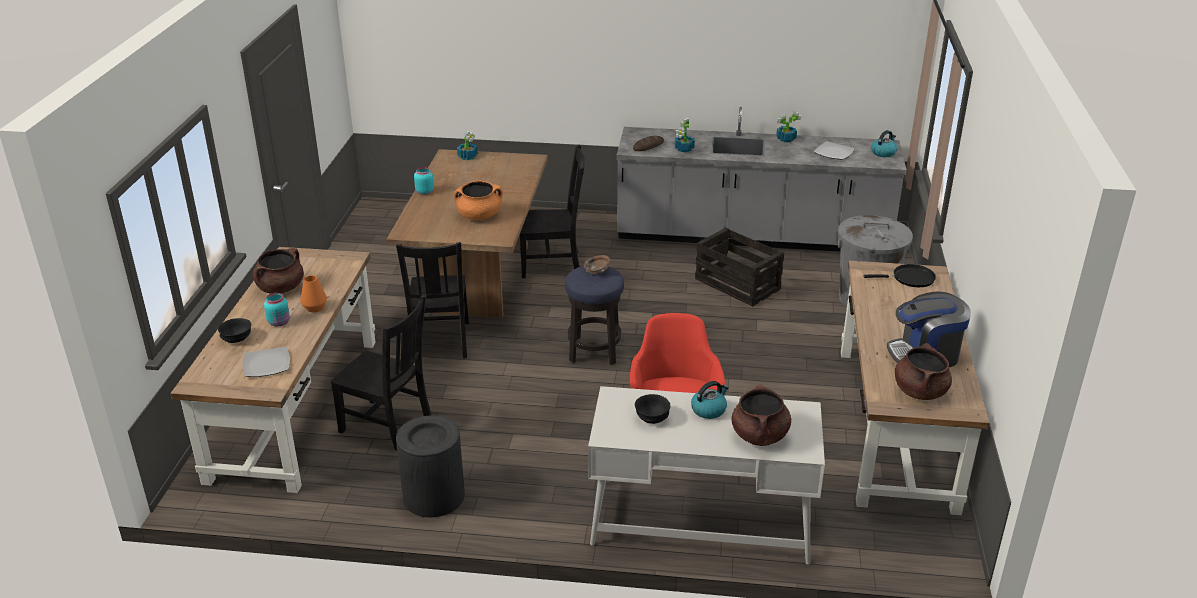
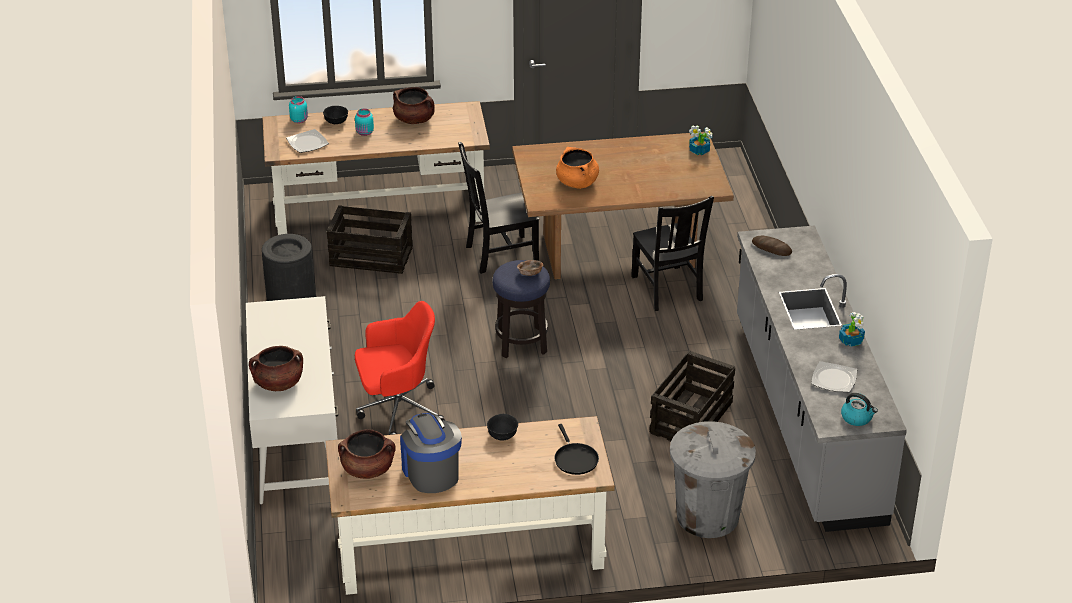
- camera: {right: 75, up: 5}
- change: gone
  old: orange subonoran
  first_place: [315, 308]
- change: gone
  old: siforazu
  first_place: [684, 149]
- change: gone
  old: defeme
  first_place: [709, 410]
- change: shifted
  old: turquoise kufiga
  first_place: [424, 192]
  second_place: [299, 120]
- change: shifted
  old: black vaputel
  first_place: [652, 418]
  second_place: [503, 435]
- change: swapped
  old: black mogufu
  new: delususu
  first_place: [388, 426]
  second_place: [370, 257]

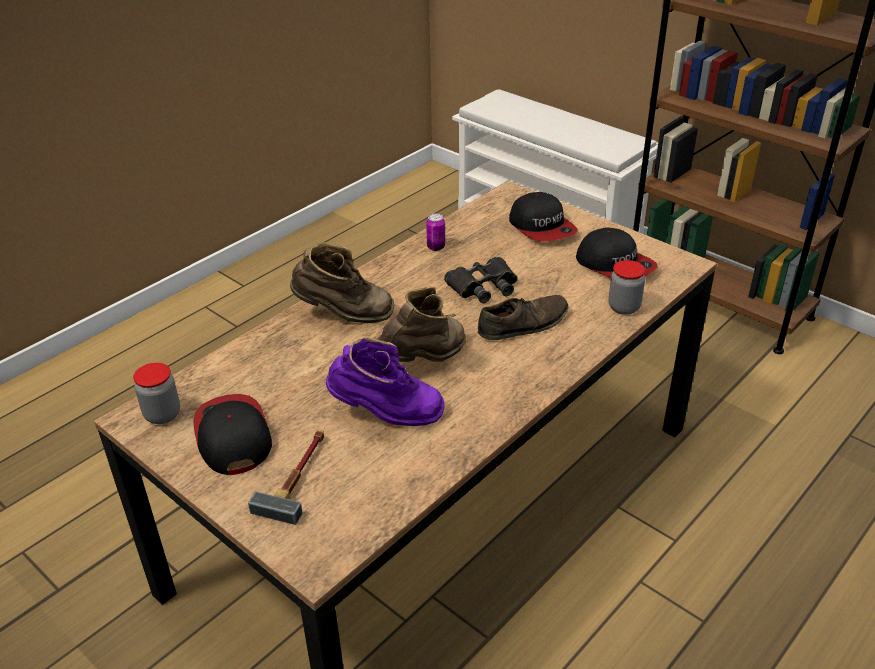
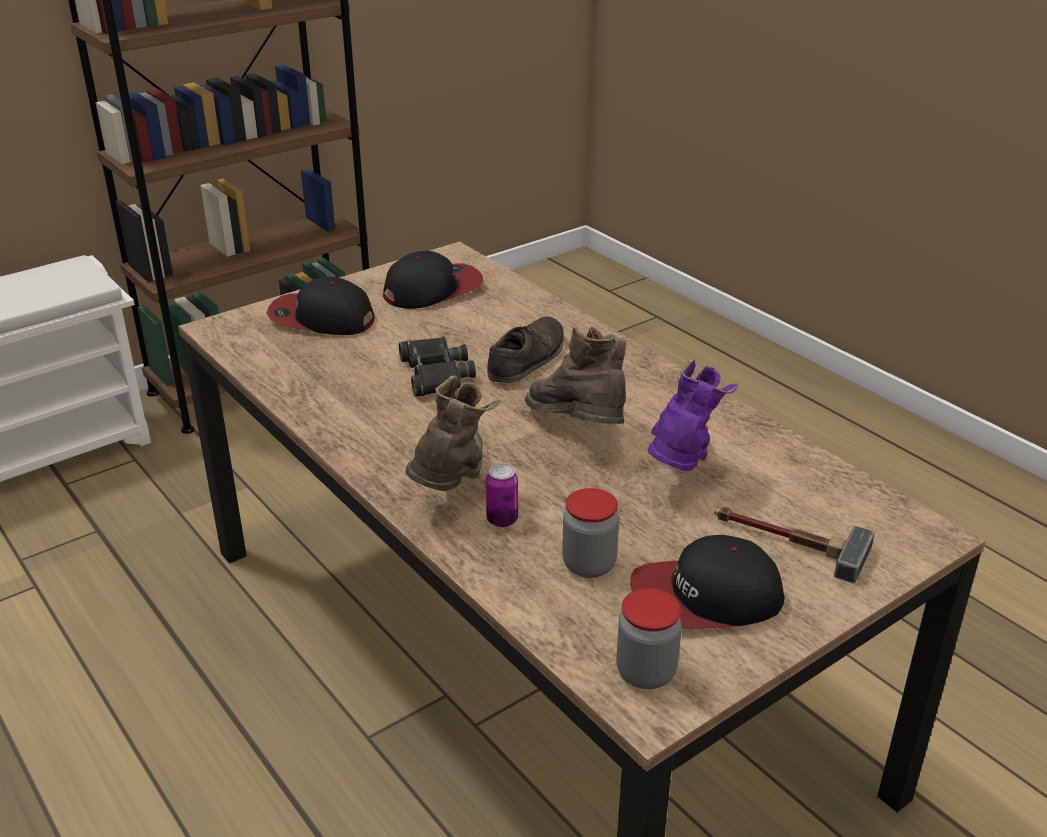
- camera: {right: -80, up: -5}
- change: shifted
  old: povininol
  first_place: [436, 247]
  second_place: [502, 520]
- change: shifted
  old: kufiga
  first_place: [624, 307]
  second_place: [589, 565]
- change: rotated
  old: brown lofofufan
  first_place: [523, 324]
  second_place: [527, 359]
  degrees: 45
- change: rotated
  old: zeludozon
  first_place: [542, 227]
  second_place: [321, 319]
  degrees: -150

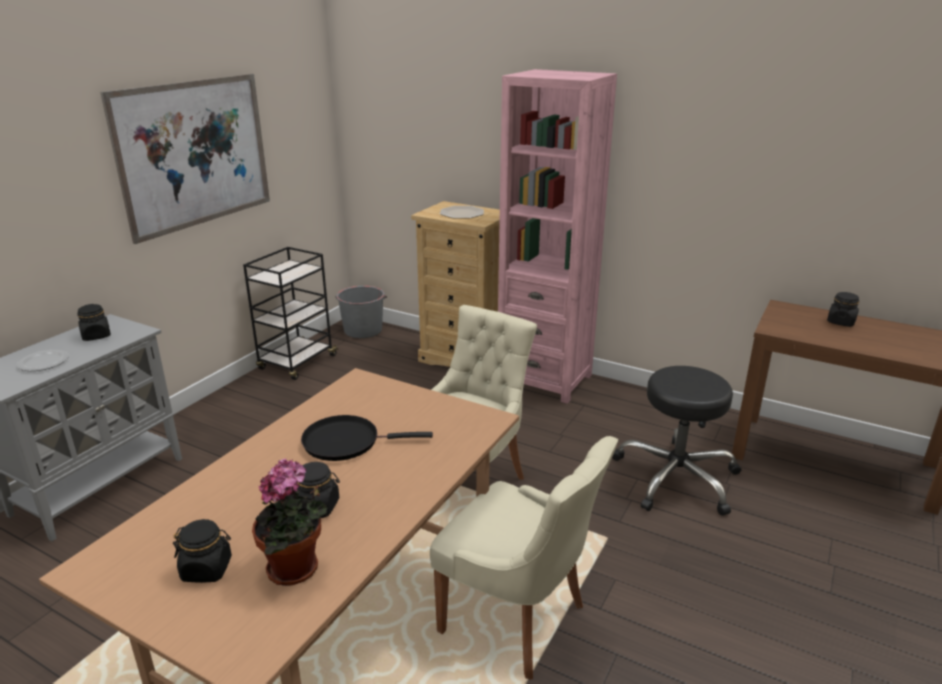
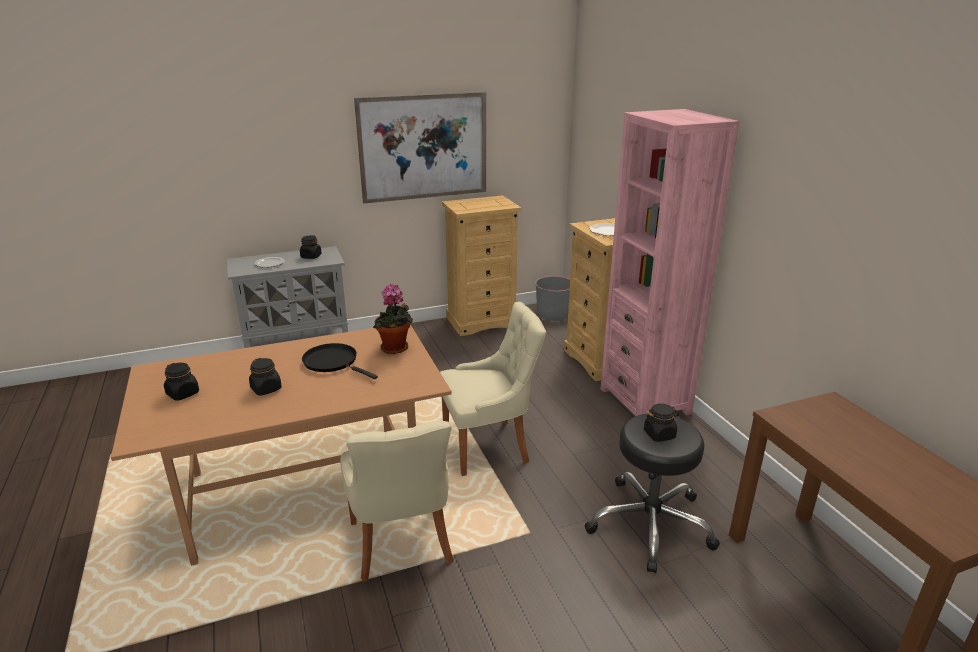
- camera: {right: 40, up: 0}
- change: shifted
  old: siforazu
  first_place: [297, 570]
  second_place: [395, 349]
- change: shifted
  old: black kufiga
  first_place: [841, 322]
  second_place: [659, 434]
- change: swapped
  old: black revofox
  new: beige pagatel
  first_place: [297, 363]
  second_place: [481, 322]

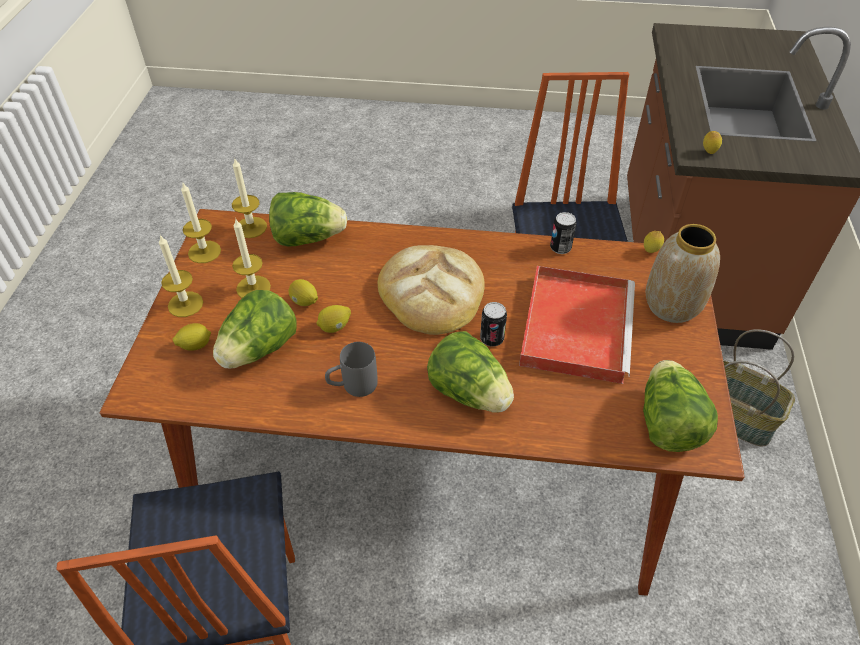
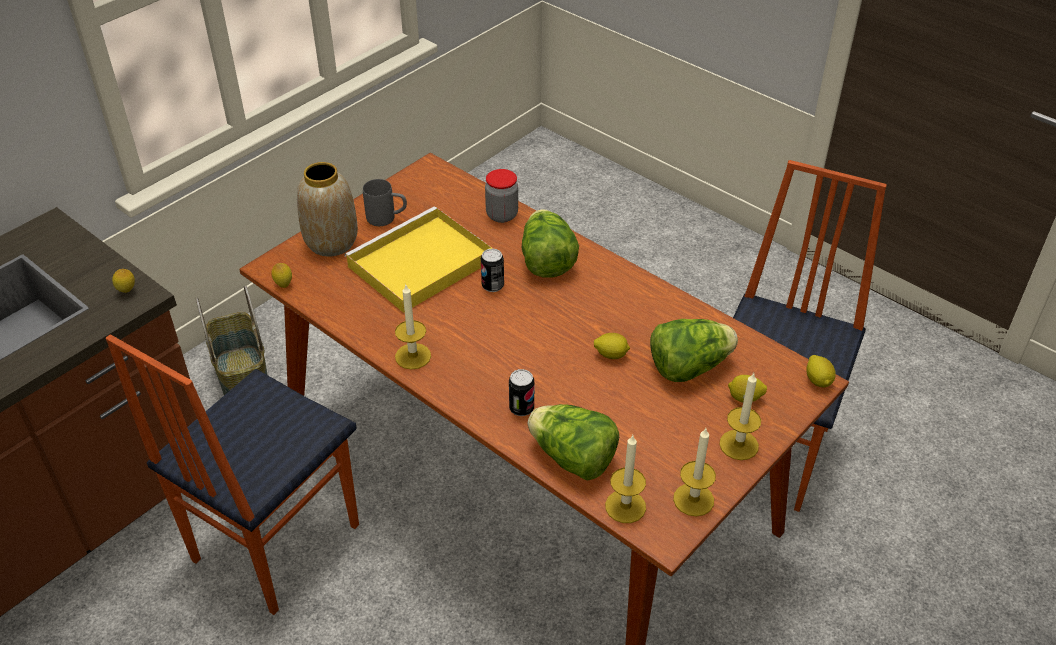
- camera: {right: -145, up: -5}
- change: gone
  old: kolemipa
  first_place: [432, 292]
- change: gone
  old: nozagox
  first_place: [667, 423]
- change: new
  new: kufiga
  second_place: [502, 215]
- change: shifted
  old: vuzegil
  first_place: [253, 288]
  second_place: [413, 356]
- change: shifted
  old: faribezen
  first_place: [304, 302]
  second_place: [818, 380]
- change: shifted
  old: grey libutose
  first_place: [352, 386]
  second_place: [387, 218]
- change: shifted
  old: povininol
  first_place: [560, 248]
  second_place: [521, 408]
- change: repainted
  old: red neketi
  new: yellow neketi
  first_place: [575, 324]
  second_place: [418, 265]

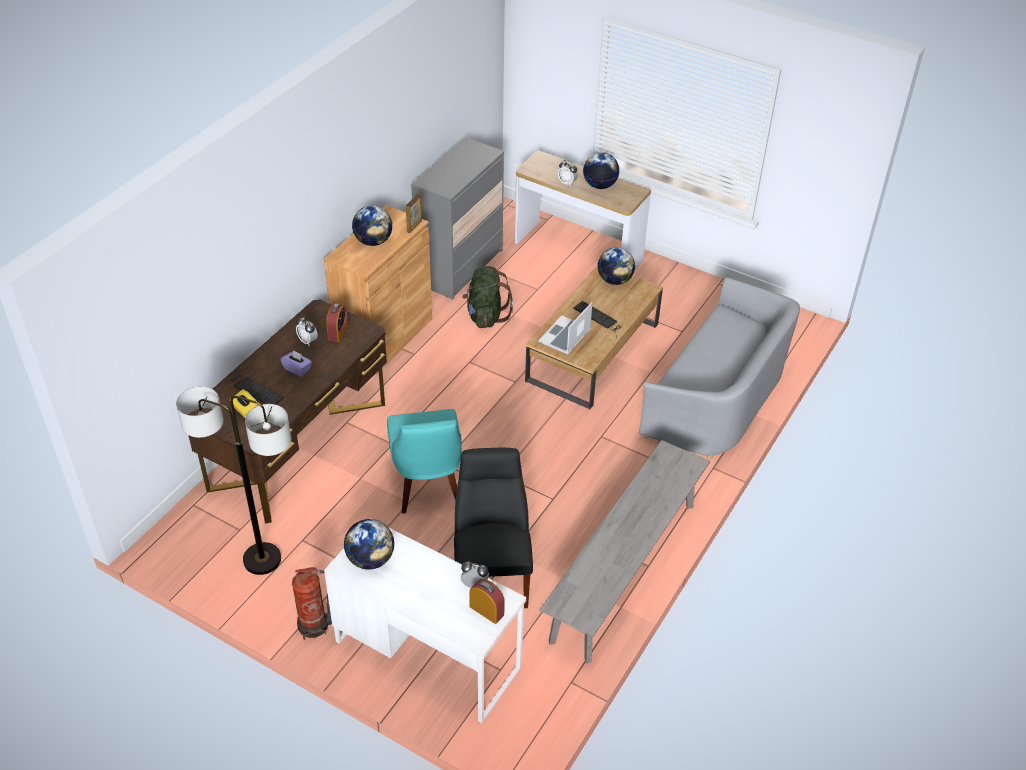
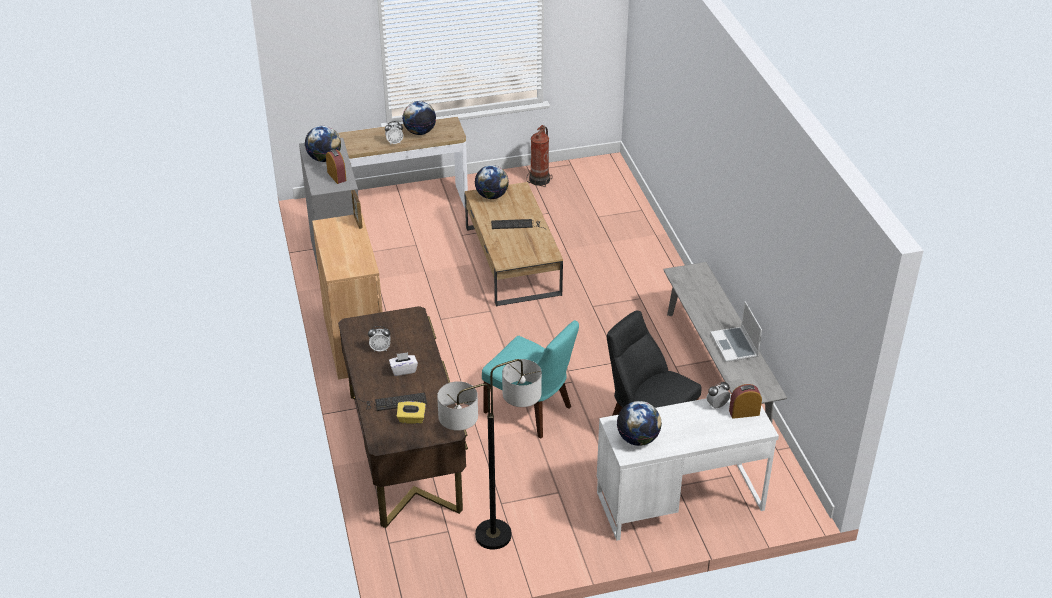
- camera: {right: -45, up: -5}
- change: gone
  old: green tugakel
  first_place: [486, 316]
- change: gone
  old: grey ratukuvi
  first_place: [717, 398]
- change: shifted
  old: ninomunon
  first_place: [315, 625]
  second_place: [540, 180]
- change: shifted
  old: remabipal
  first_place: [338, 332]
  second_place: [336, 176]
- change: shifted
  old: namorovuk
  first_place: [373, 241]
  second_place: [324, 159]
- change: shifted
  old: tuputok
  first_place: [565, 337]
  second_place: [735, 346]
- change: repainted
  old: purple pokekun
  new: white pokekun
  first_place: [297, 369]
  second_place: [403, 370]

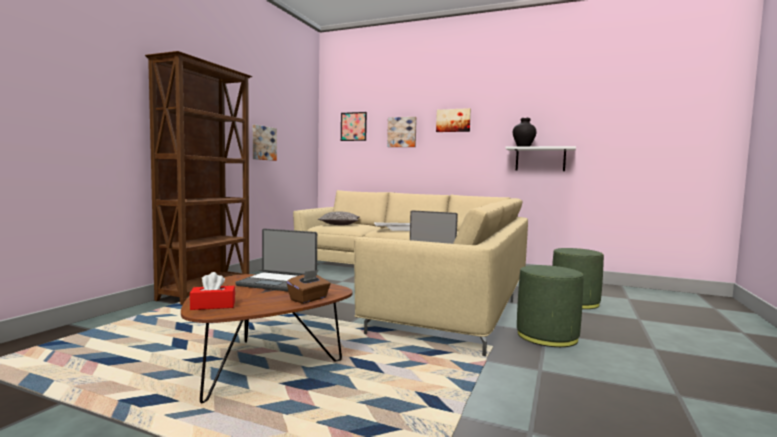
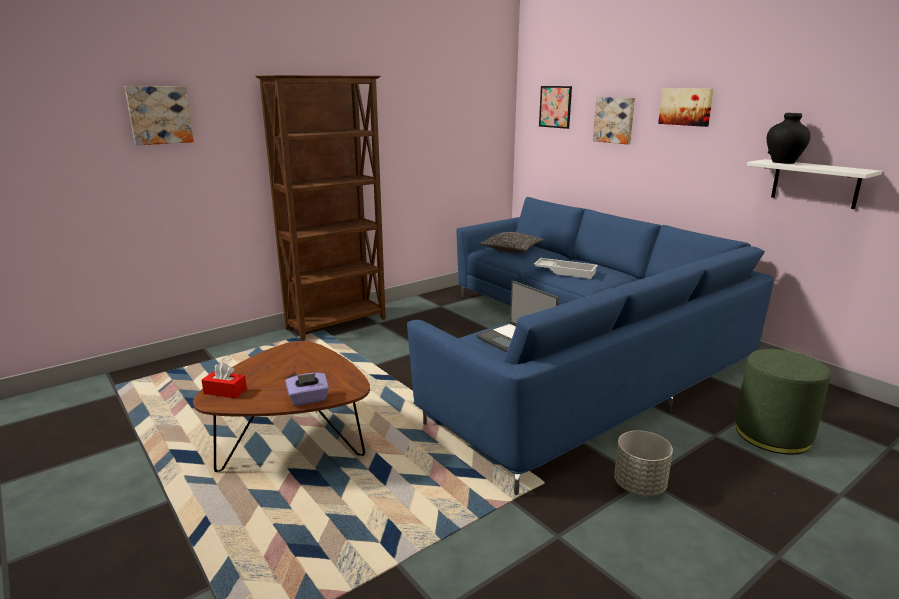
- camera: {right: 30, up: 15}
- change: gone
  old: tuputok
  first_place: [278, 283]
- change: shifted
  old: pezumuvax
  first_place: [263, 143]
  second_place: [159, 115]
- change: swapped
  old: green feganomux
  new: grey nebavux
  first_place: [547, 336]
  second_place: [640, 486]
- change: repainted
  old: brown pokekun
  new: purple pokekun
  first_place: [309, 299]
  second_place: [308, 400]
- change: repainted
  old: beige ratukuvi
  new: blue ratukuvi
  first_place: [419, 285]
  second_place: [576, 353]

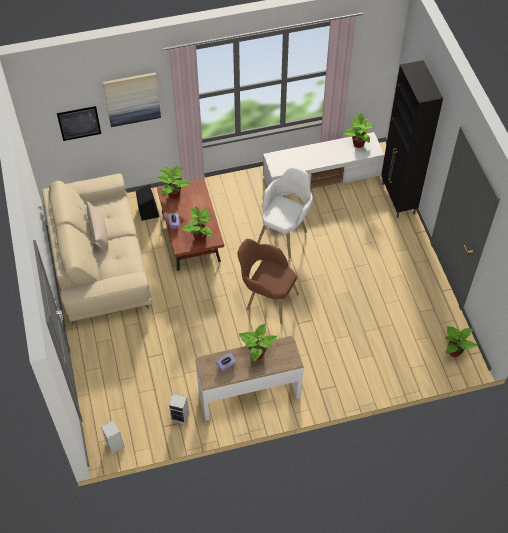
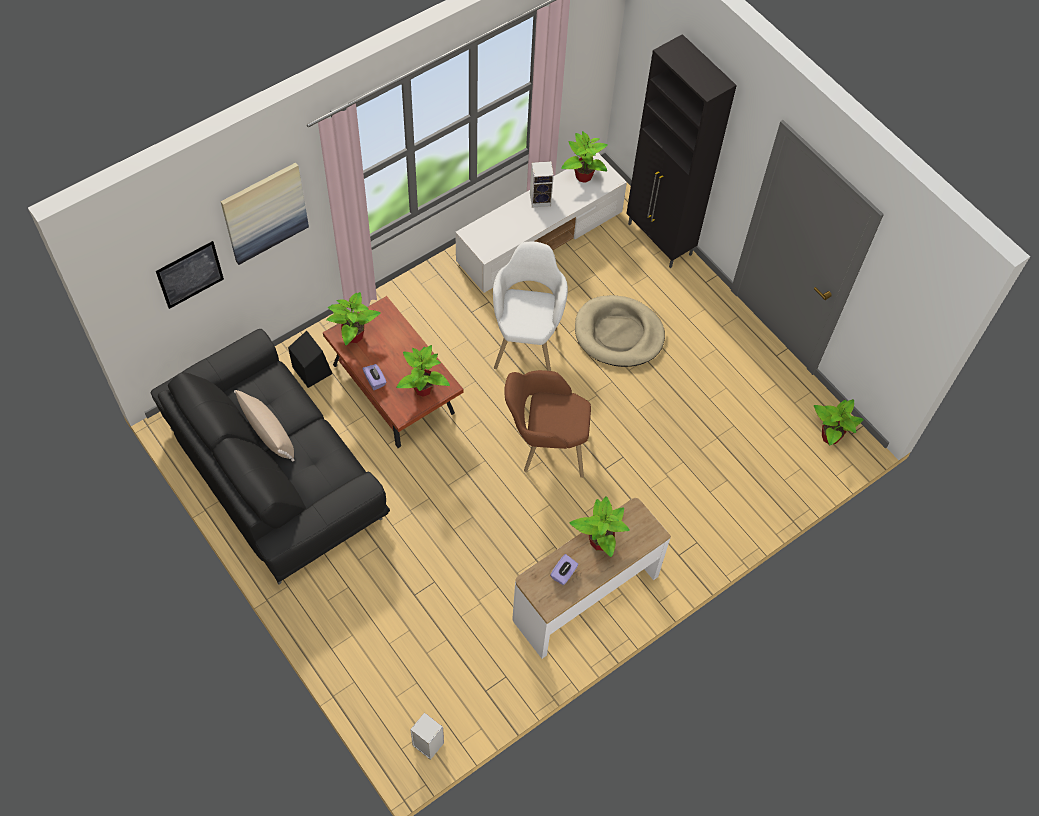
- camera: {right: -25, up: 5}
- change: new
  new: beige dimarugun
  second_place: [618, 334]
- change: shifted
  old: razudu
  first_place: [181, 417]
  second_place: [541, 199]
- change: repainted
  old: beige ratukuvi
  new: black ratukuvi
  first_place: [100, 261]
  second_place: [275, 472]

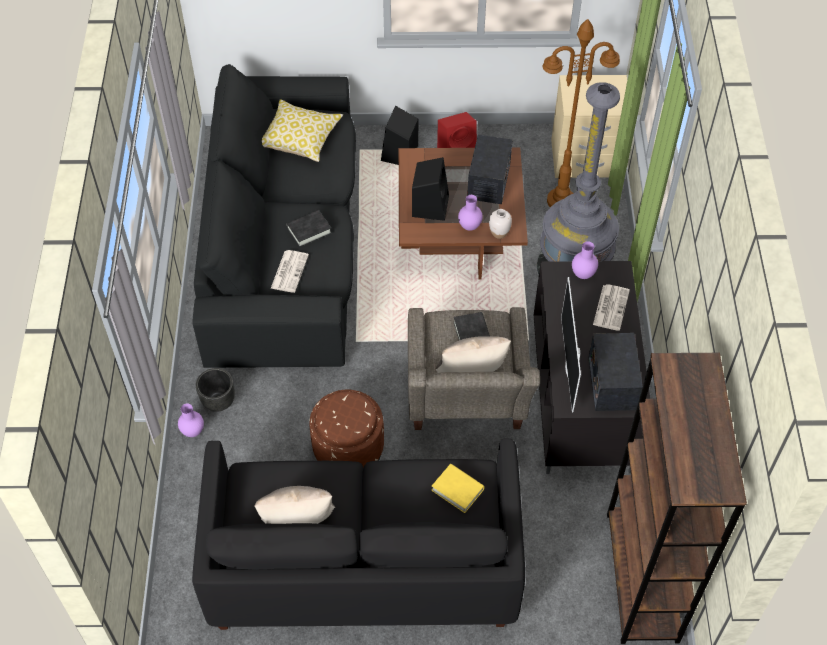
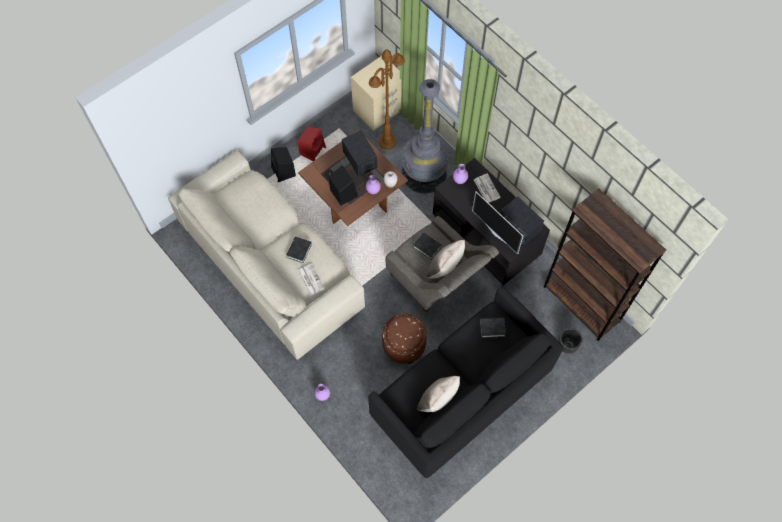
- camera: {right: -40, up: 10}
- change: gone
  old: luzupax
  first_place: [300, 138]
- change: shifted
  old: black nebavux
  first_place: [218, 402]
  second_place: [566, 346]
- change: repainted
  old: black ratukuvi
  new: beige ratukuvi
  first_place: [285, 241]
  second_place: [271, 262]
- change: repainted
  old: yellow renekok
  new: black renekok
  first_place: [457, 490]
  second_place: [492, 328]

